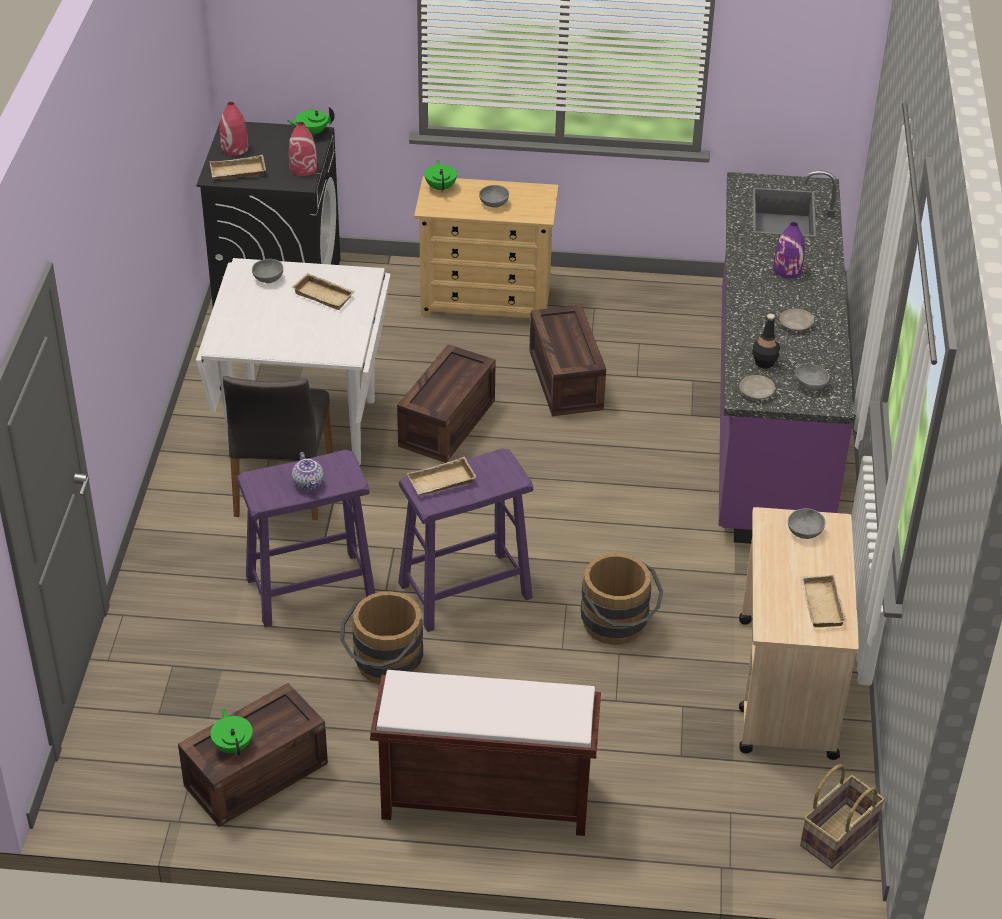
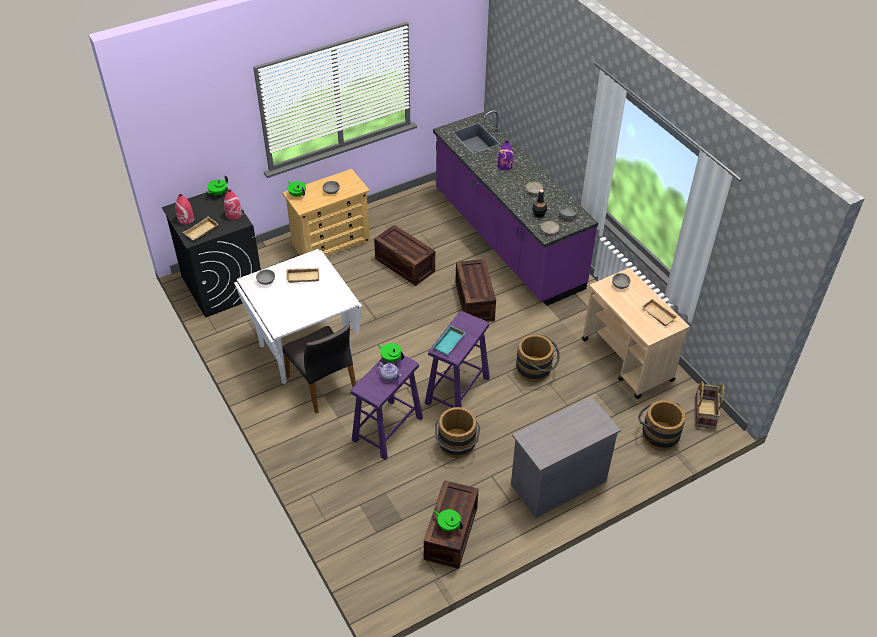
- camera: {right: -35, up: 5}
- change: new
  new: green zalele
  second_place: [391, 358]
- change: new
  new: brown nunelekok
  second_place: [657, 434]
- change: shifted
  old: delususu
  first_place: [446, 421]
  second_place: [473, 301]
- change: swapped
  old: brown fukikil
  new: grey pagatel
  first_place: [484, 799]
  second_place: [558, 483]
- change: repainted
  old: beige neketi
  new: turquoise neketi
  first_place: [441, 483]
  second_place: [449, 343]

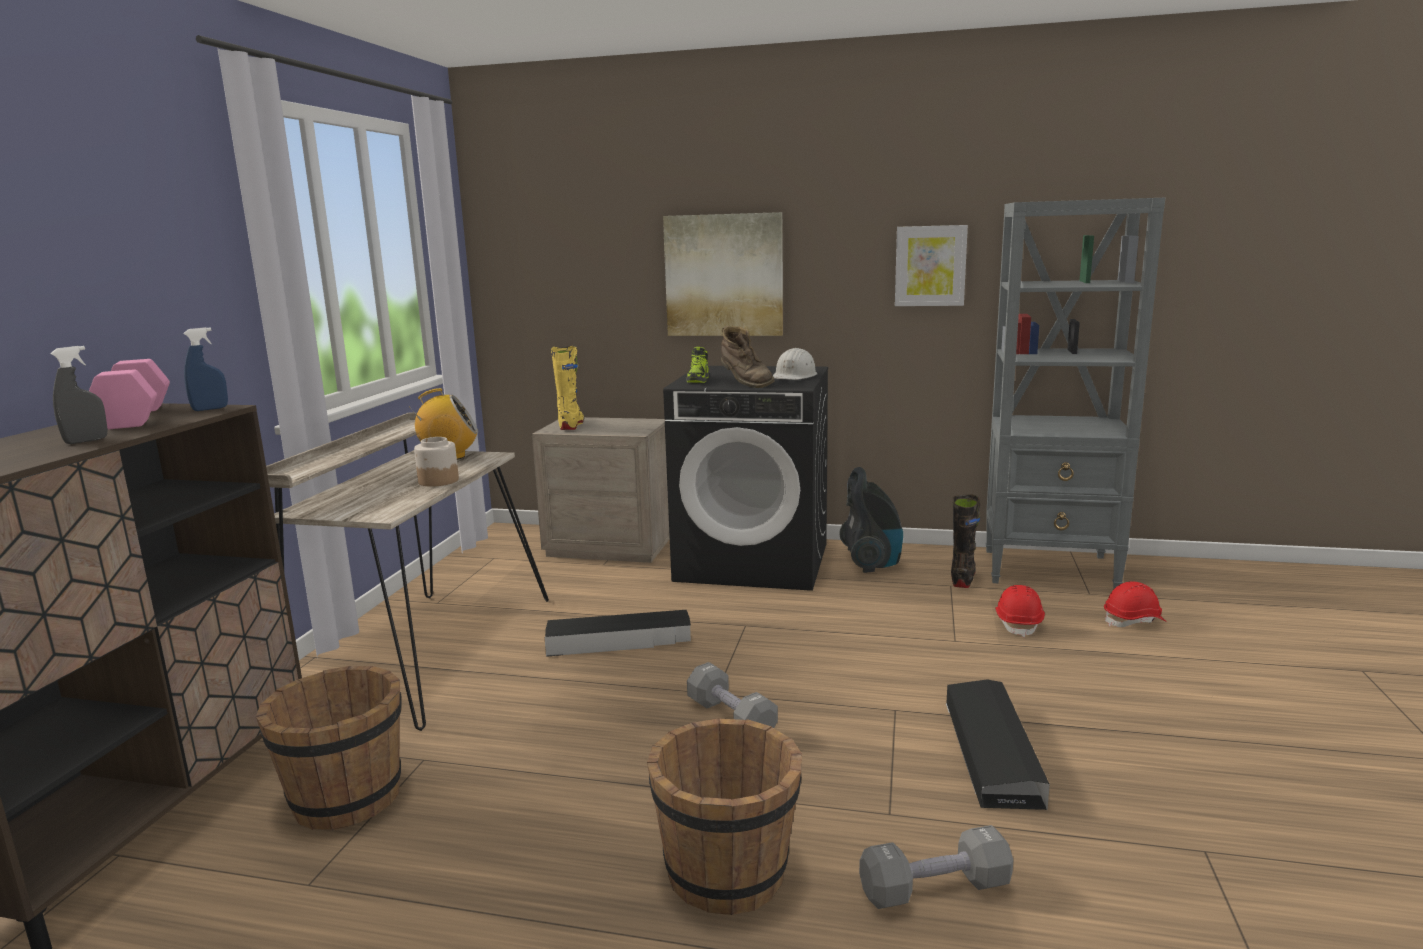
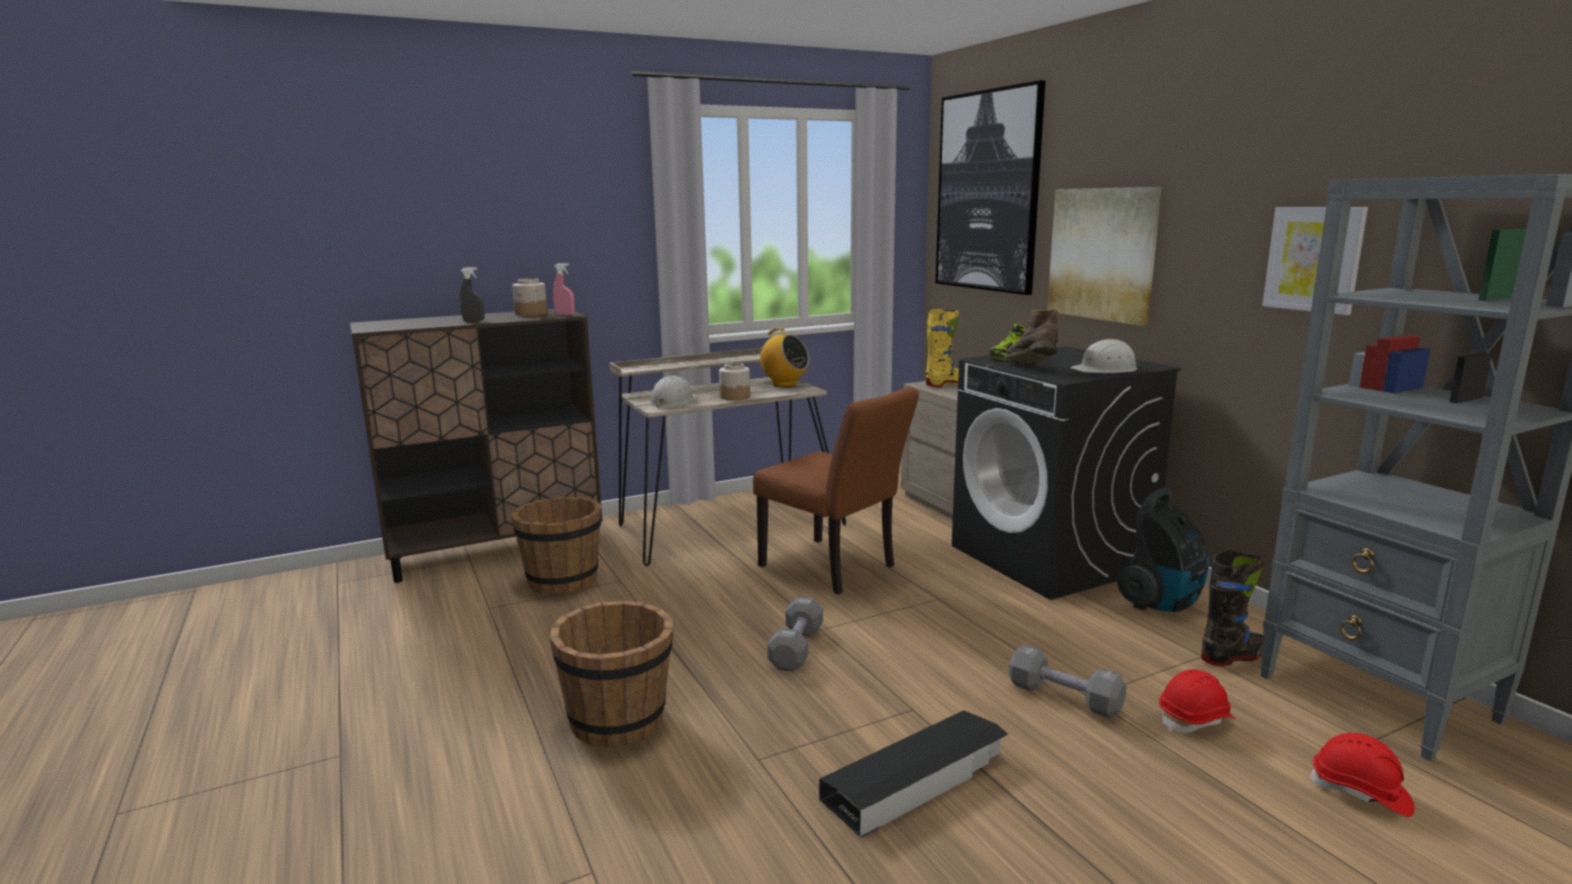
- camera: {right: 50, up: 0}
- change: new
  new: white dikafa
  second_place: [673, 402]
- change: new
  new: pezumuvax
  second_place: [987, 192]
- change: shifted
  old: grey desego
  first_place: [934, 889]
  second_place: [1064, 698]
- change: swapped
  old: pink desego
  new: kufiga
  first_place: [137, 417]
  second_place: [531, 314]
- change: swapped
  old: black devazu
  new: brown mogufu
  first_place: [619, 641]
  second_place: [835, 568]
- change: repainted
  old: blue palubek
  new: pink palubek
  first_place: [210, 409]
  second_place: [565, 315]
- change: rotated
  old: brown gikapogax
  first_place: [744, 384]
  second_place: [1031, 367]
  degrees: 150

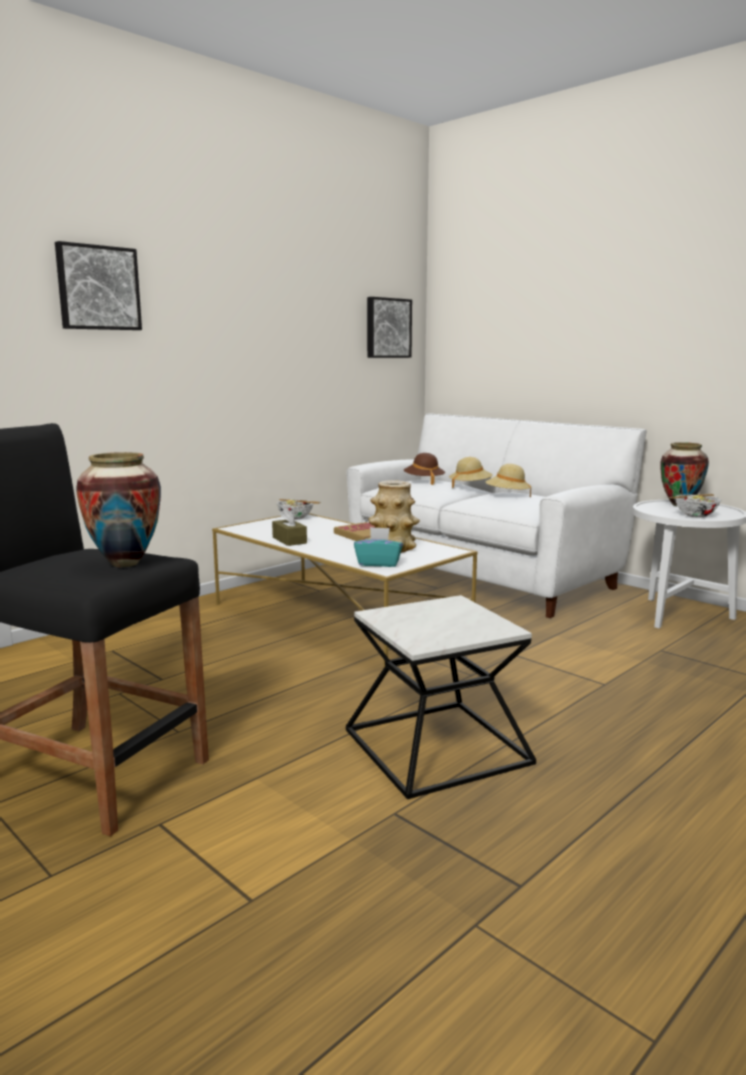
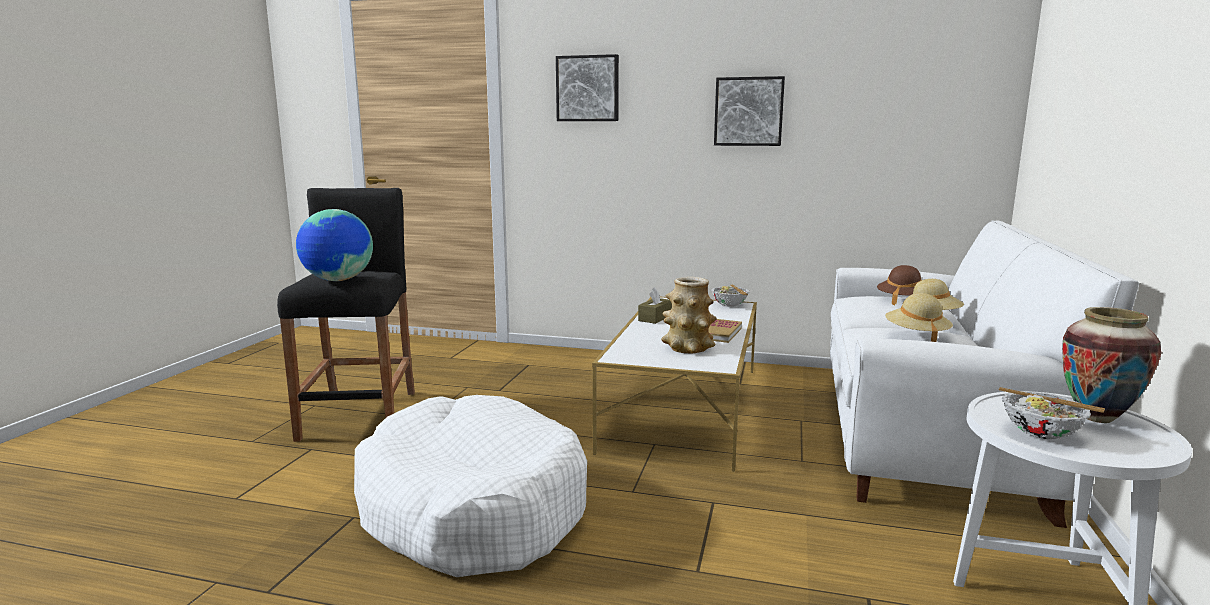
- camera: {right: 60, up: 0}
- change: gone
  old: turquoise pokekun
  first_place: [379, 563]
- change: shifted
  old: pezumuvax
  first_place: [387, 328]
  second_place: [748, 111]
- change: swapped
  old: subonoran
  new: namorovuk
  first_place: [124, 564]
  second_place: [338, 280]
- change: swapped
  old: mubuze
  new: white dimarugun
  first_place: [437, 745]
  second_place: [471, 508]

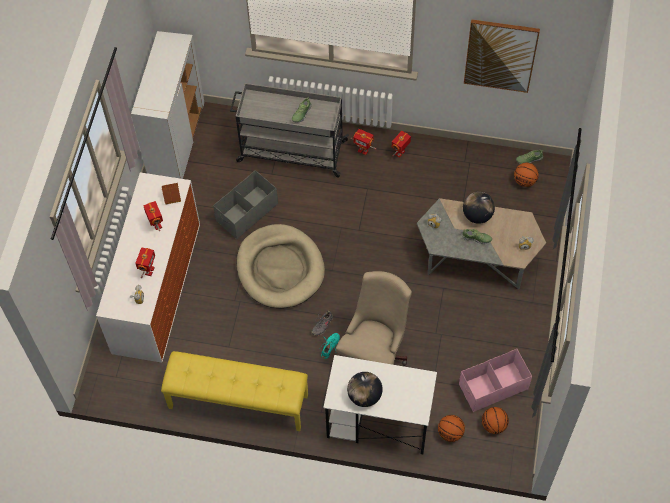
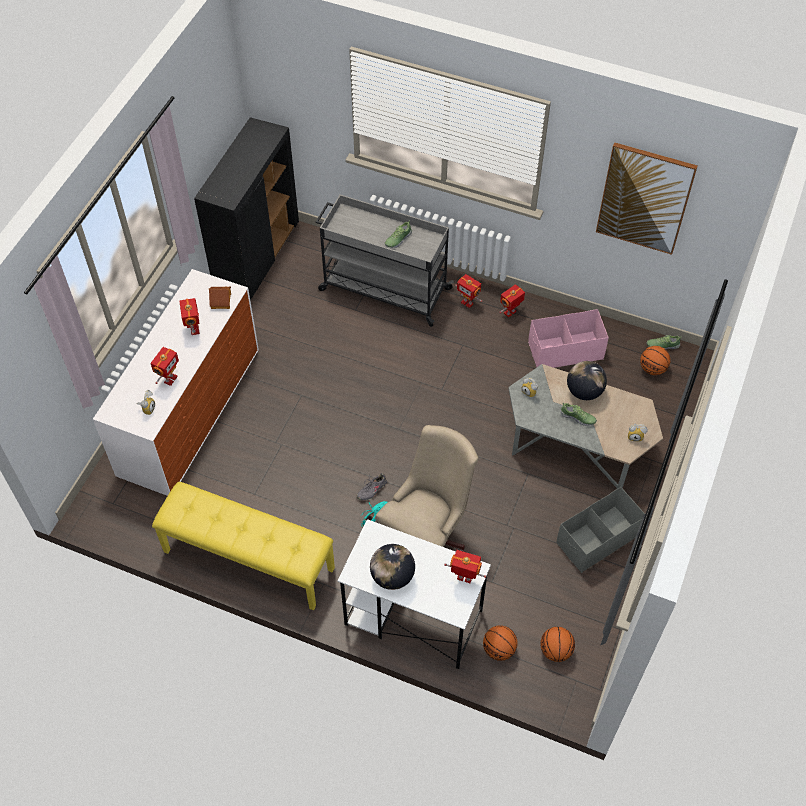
- camera: {right: 10, up: -5}
- change: gone
  old: beige dimarugun
  first_place: [280, 268]
- change: new
  new: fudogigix
  second_place: [464, 578]
- change: shifted
  old: grey devazu
  first_place: [246, 212]
  second_place: [597, 538]
- change: shifted
  old: pink devazu
  first_place: [493, 386]
  second_place: [565, 350]
- change: repainted
  old: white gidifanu
  new: black gidifanu
  first_place: [176, 140]
  second_place: [256, 256]

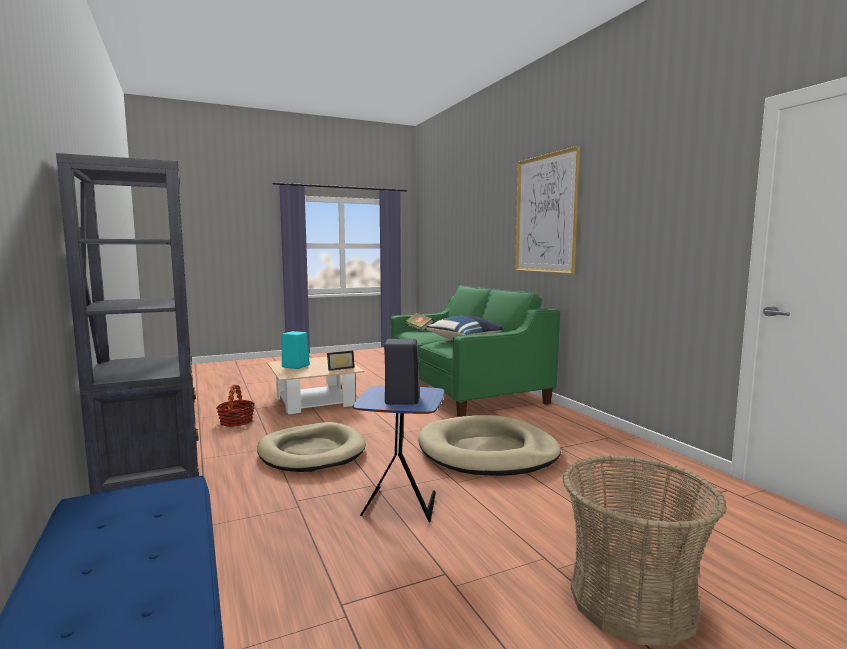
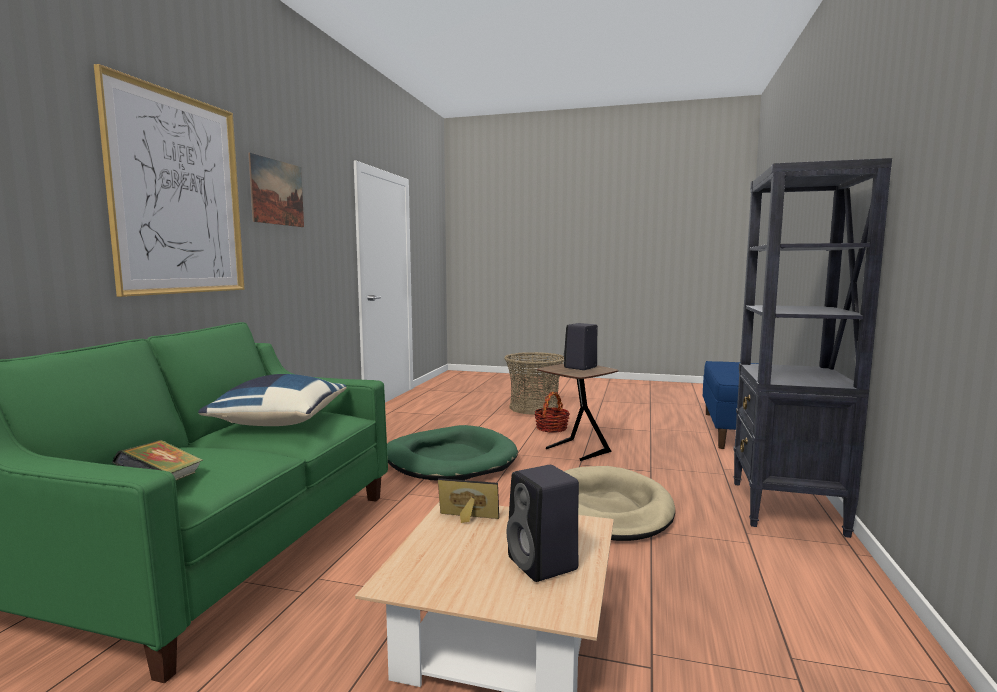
- camera: {right: -140, up: 0}
- change: new
  new: pezumuvax
  second_place: [277, 192]
- change: shifted
  old: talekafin
  first_place: [236, 421]
  second_place: [551, 428]
- change: repainted
  old: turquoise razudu
  new: black razudu
  first_place: [294, 366]
  second_place: [544, 564]
- change: repainted
  old: blue mubuze
  new: brown mubuze
  first_place: [400, 503]
  second_place: [576, 451]
- change: repainted
  old: beige dimarugun
  new: green dimarugun
  first_place: [487, 452]
  second_place: [450, 459]

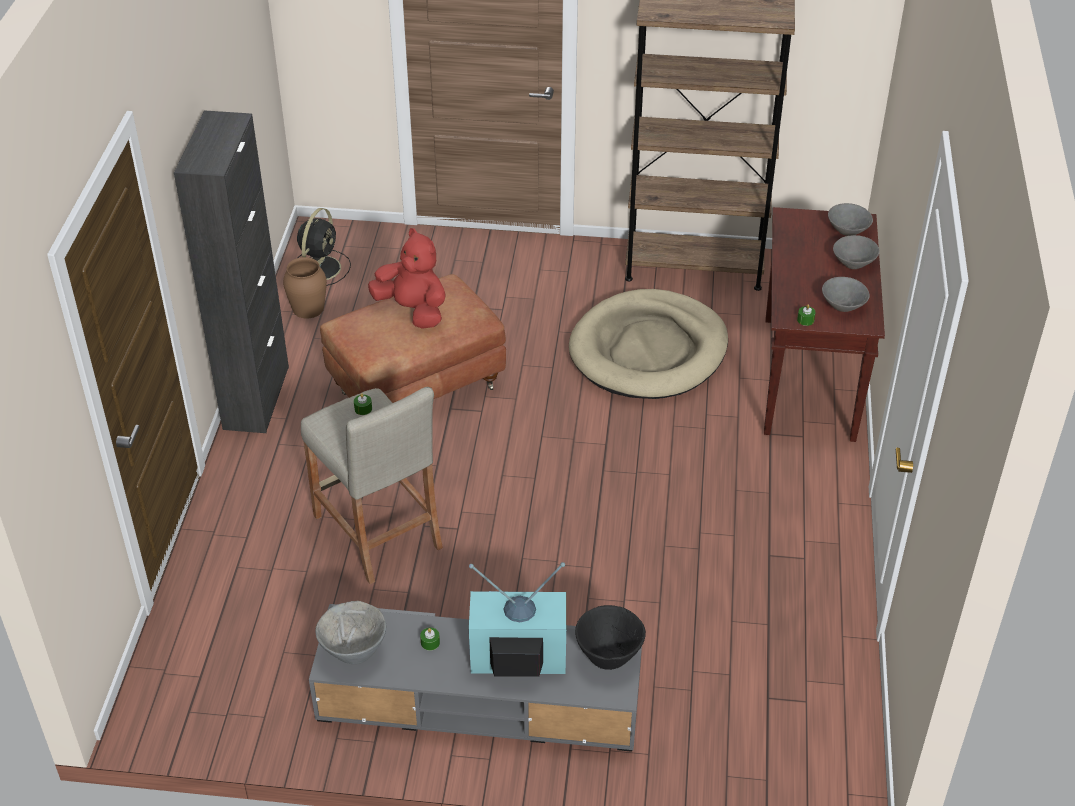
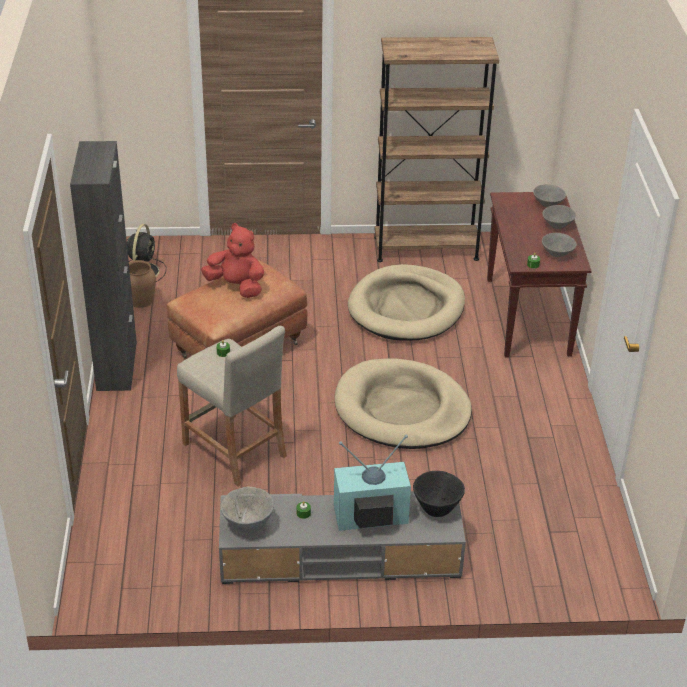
- camera: {right: -10, up: -5}
- change: new
  new: beige dimarugun
  second_place: [402, 409]

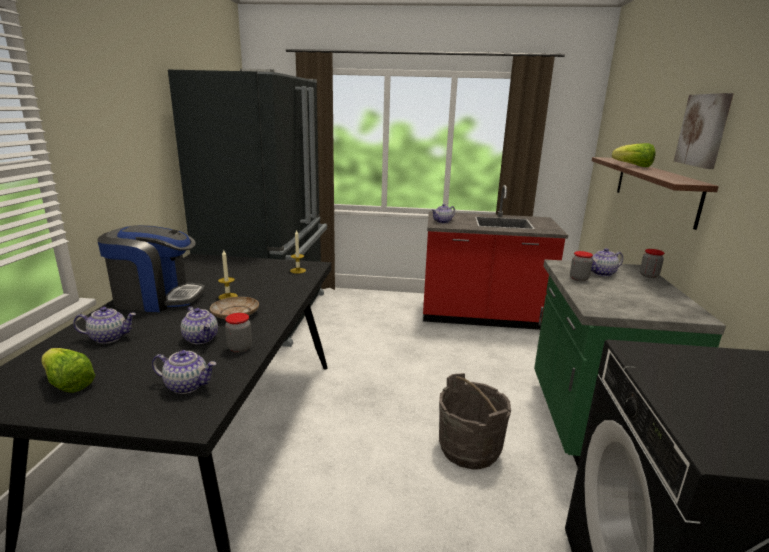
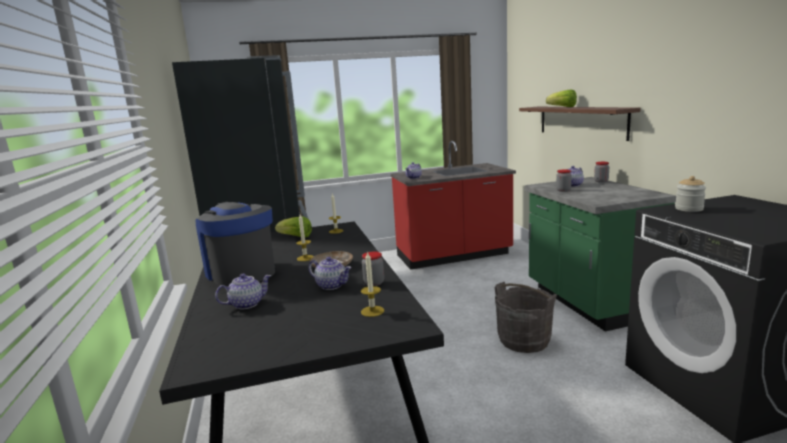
- camera: {right: -20, up: -5}
- change: gone
  old: pezumuvax
  first_place: [704, 130]
- change: new
  new: kufiga
  second_place: [689, 209]
- change: shifted
  old: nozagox
  first_place: [68, 384]
  second_place: [296, 237]
- change: swapped
  old: zalele
  new: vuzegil
  first_place: [187, 385]
  second_place: [372, 311]
- change: rotated
  old: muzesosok
  first_place: [157, 298]
  second_place: [241, 272]
  degrees: -105

